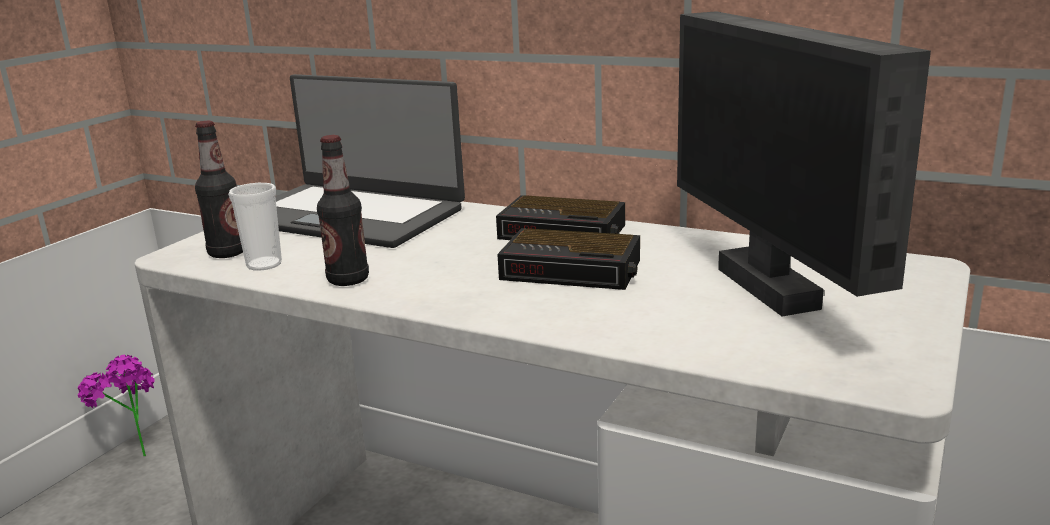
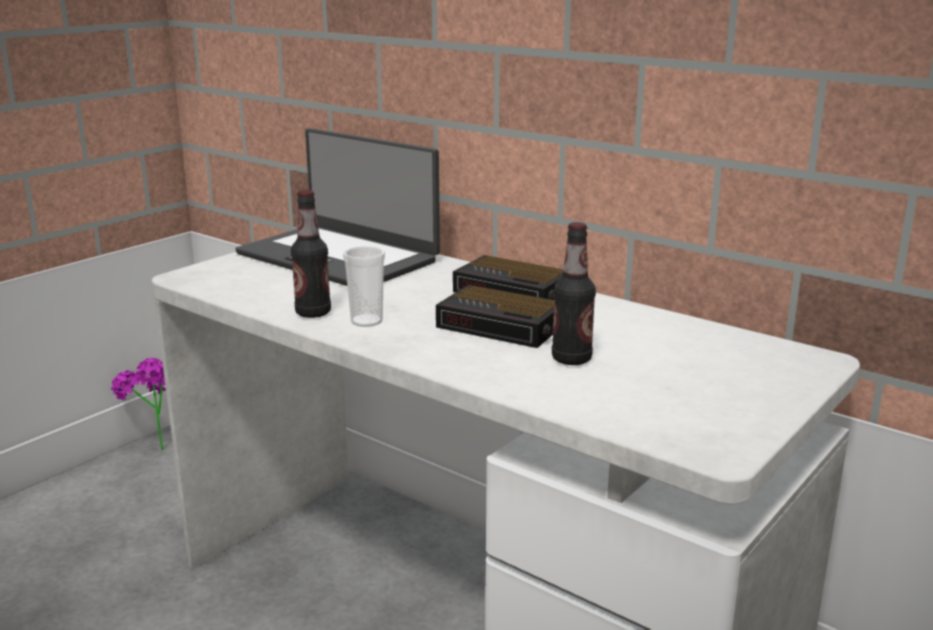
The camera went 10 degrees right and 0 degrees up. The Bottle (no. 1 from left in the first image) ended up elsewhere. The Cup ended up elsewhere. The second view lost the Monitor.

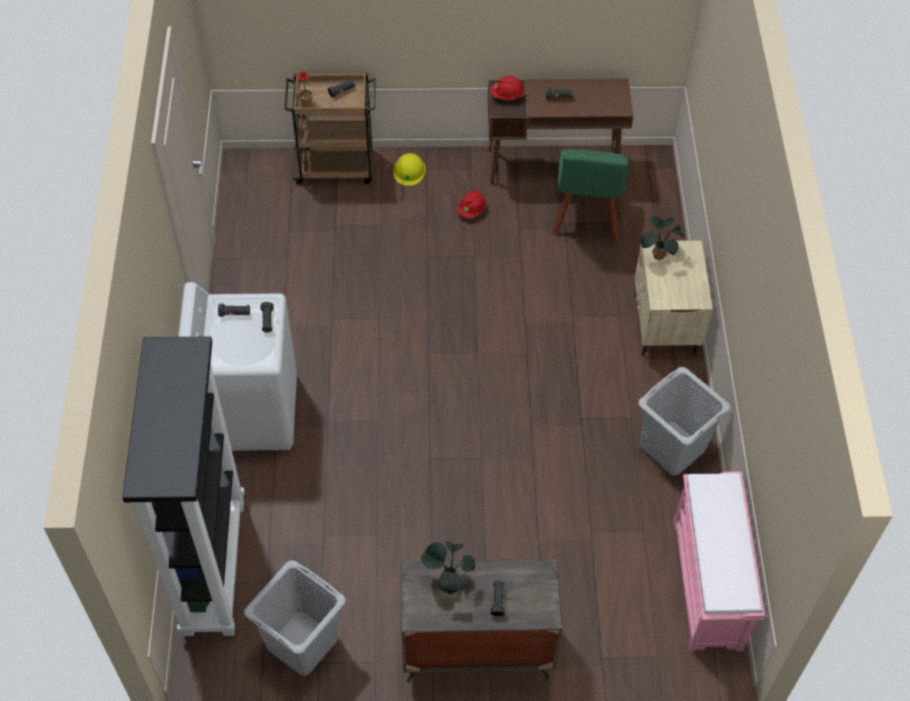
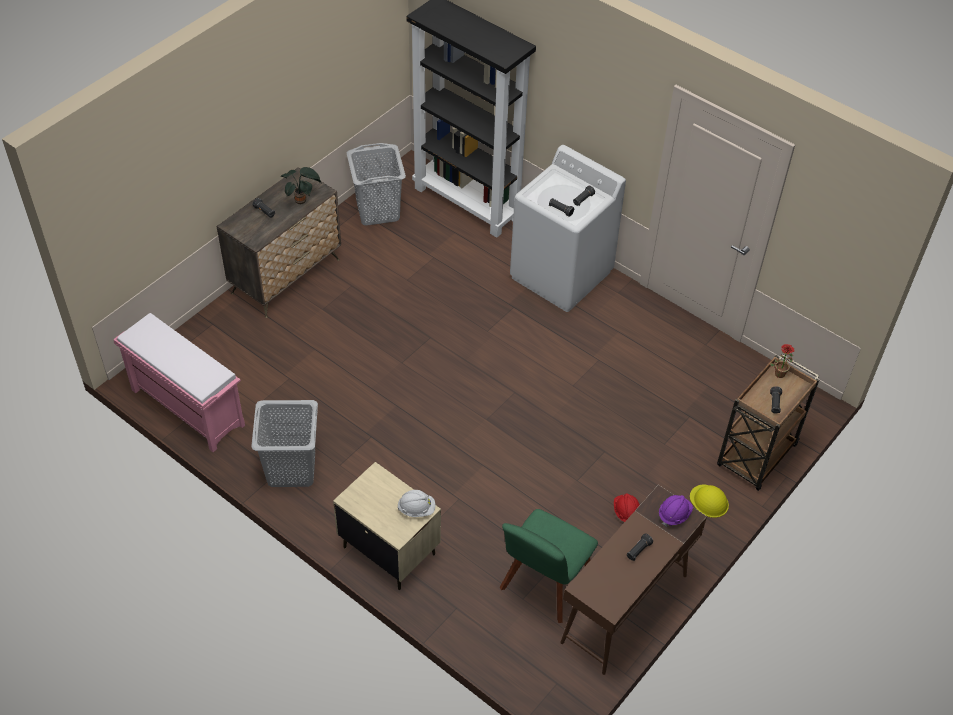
The camera went 130 degrees right and 5 degrees down. What was the RedHardHat (no. 2 from left) turned into the PurpleHardHat. The GreenChair ended up facing another way, 105 degrees counterclockwise from before. Where the PottedPlant (no. 3 from left) stood, the WhiteHardHat came to stand.

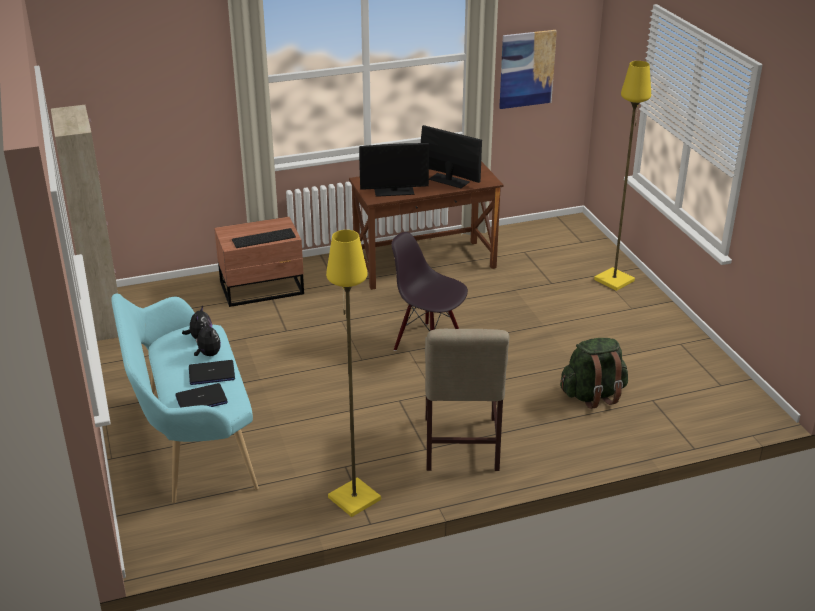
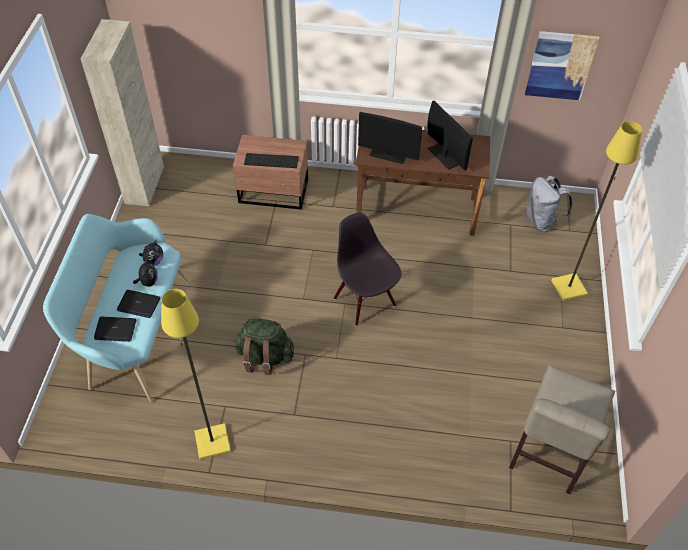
The camera went 25 degrees right and 20 degrees up. The BeigeChair ended up elsewhere. The GreenBackpack ended up elsewhere. The second view gained the GreyBackpack.

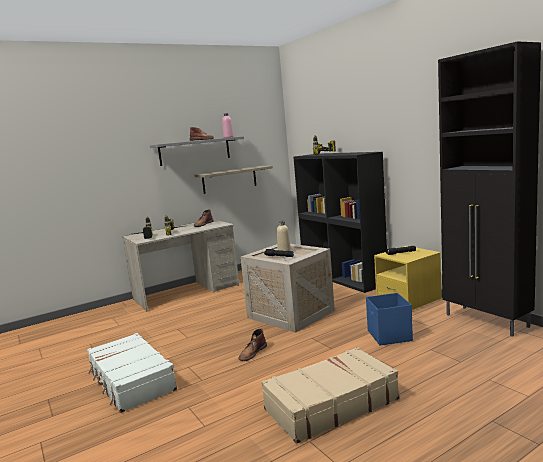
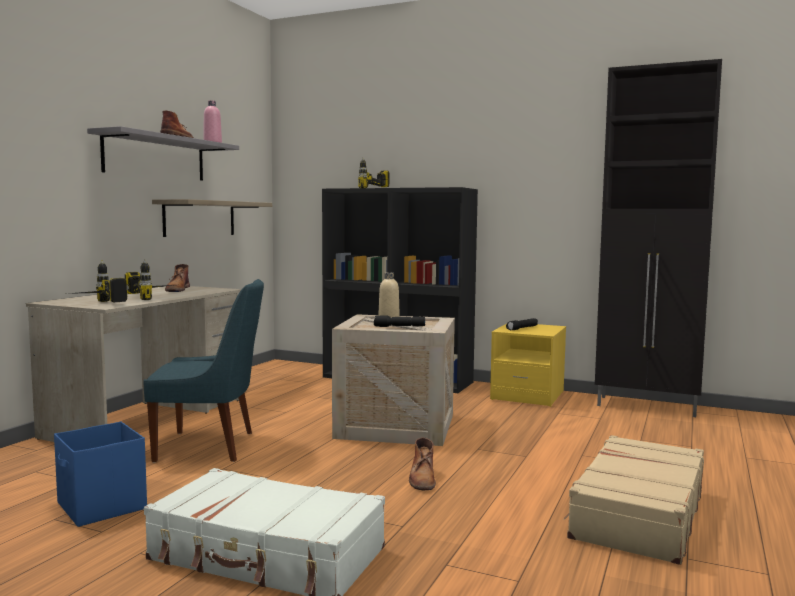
The camera went 35 degrees left and 5 degrees down. The BlueStorageBox ended up elsewhere. The second view gained the BlueChair.

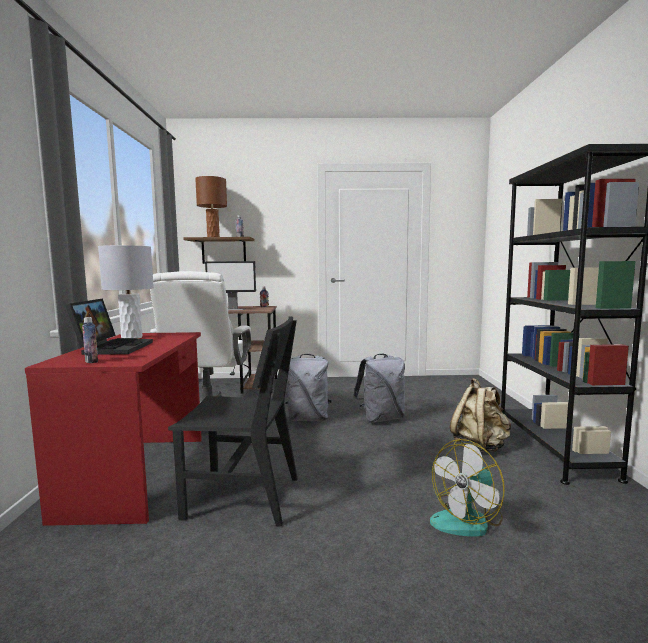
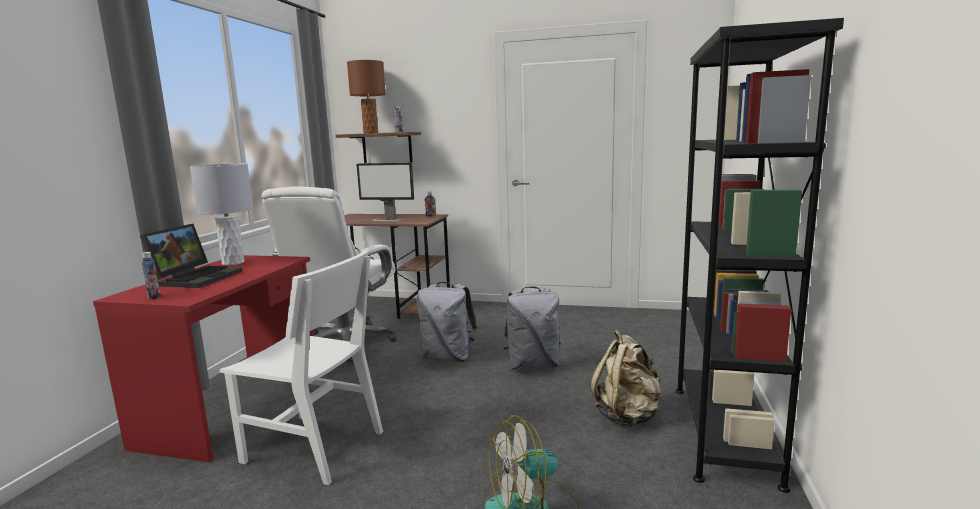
The camera went 15 degrees right and 5 degrees up. What was the BlackChair turned into the WhiteChair.

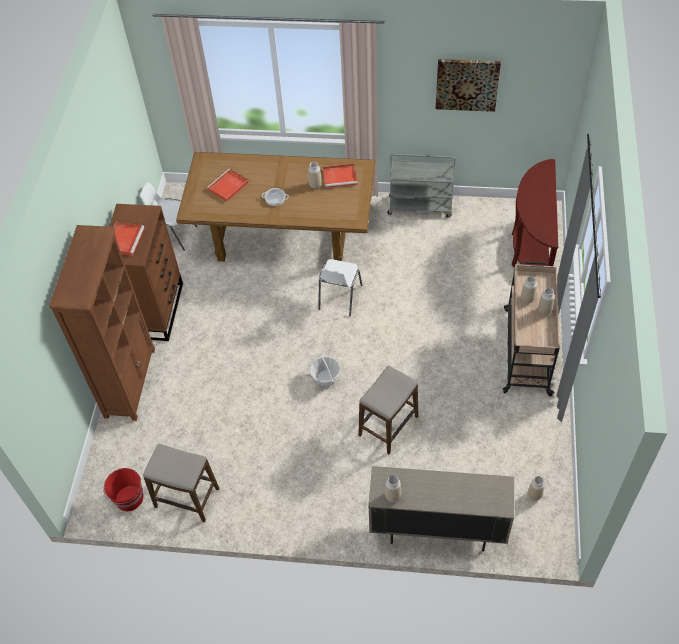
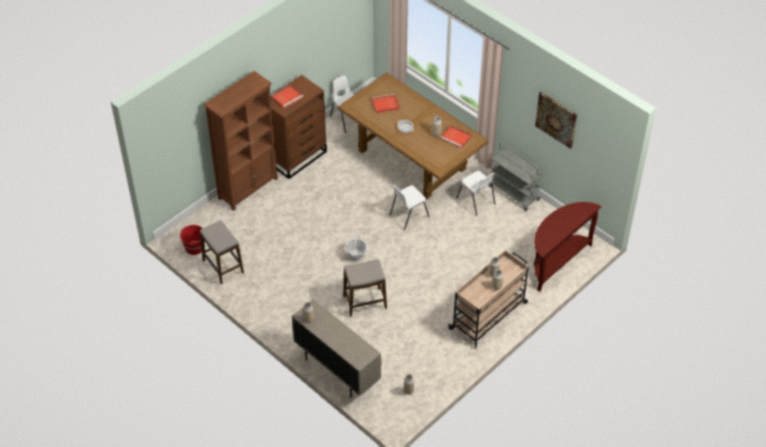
The camera went 35 degrees right and 5 degrees down. The second view gained the WhiteChair (no. 3 from left).

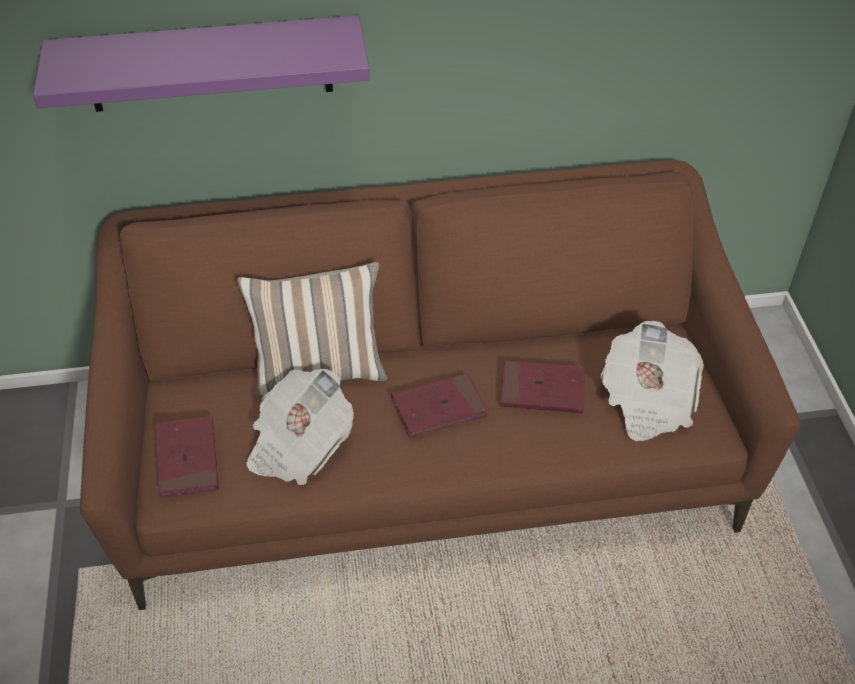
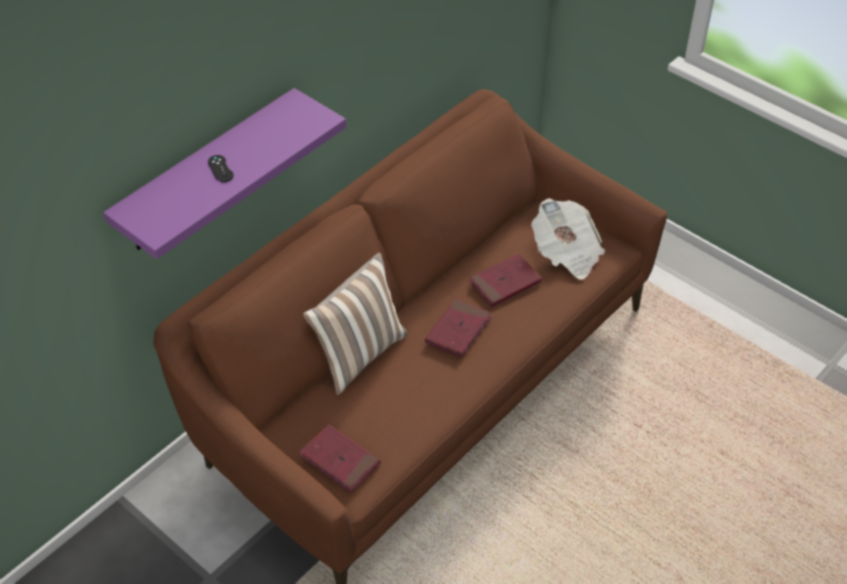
The camera went 40 degrees left and 0 degrees up. The second view lost the Newspaper (no. 1 from left). The second view gained the BlackGameController.

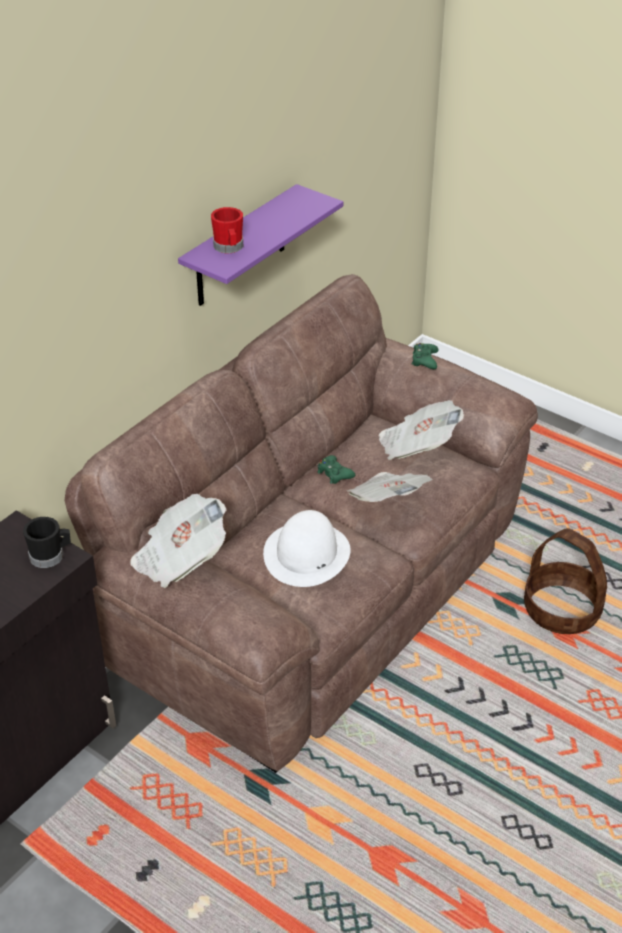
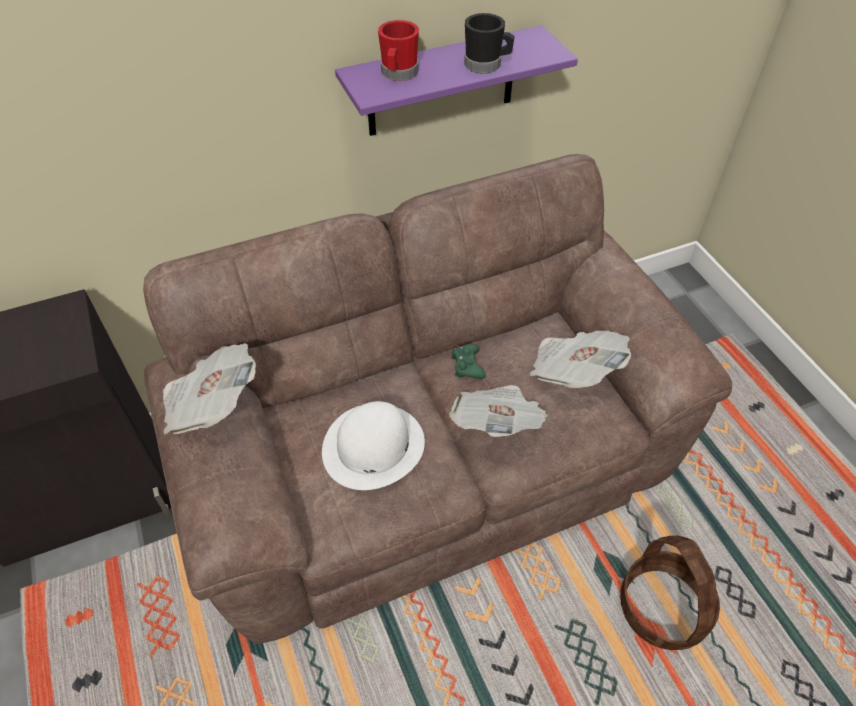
The camera went 30 degrees right and 10 degrees up. The BlackMug ended up elsewhere. The second view lost the GreenGameController (no. 2 from left).

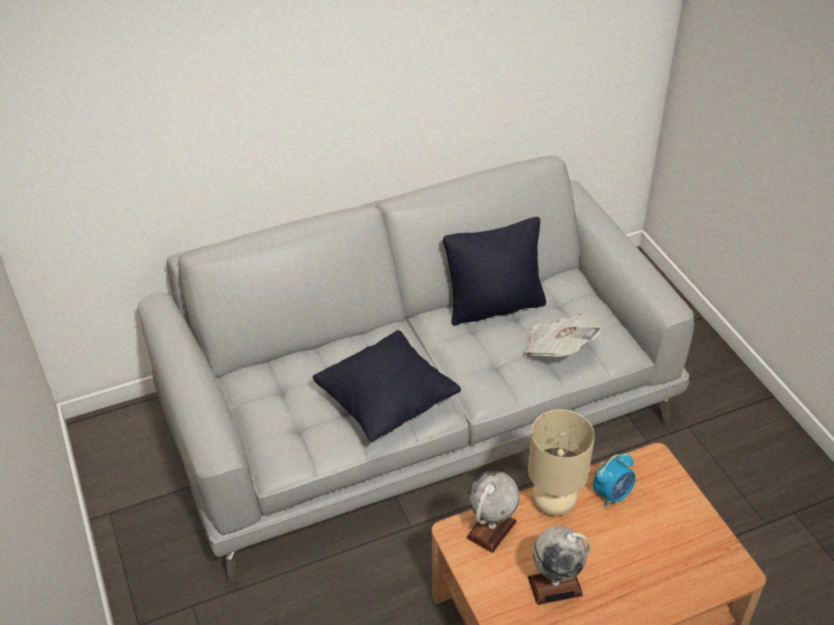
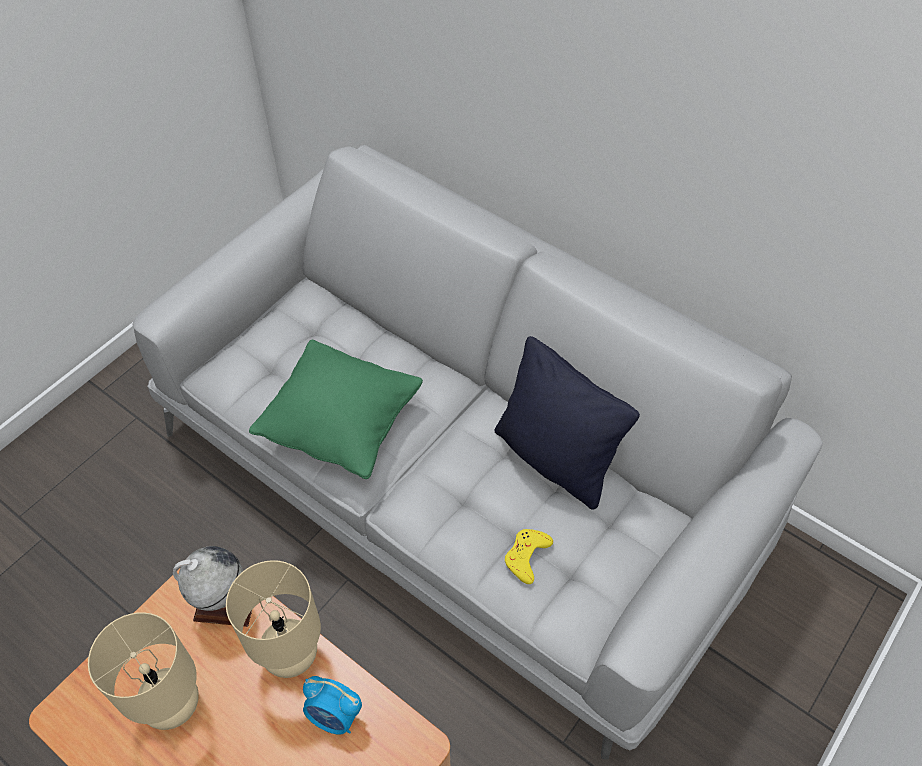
The camera went 60 degrees right and 10 degrees up. What was the BlackPillow (no. 1 from left) turned into the GreenPillow. Where the Newspaper stood, the YellowGameController came to stand. Where the Globe (no. 2 from left) stood, the BeigeTableLamp (no. 1 from left) came to stand.

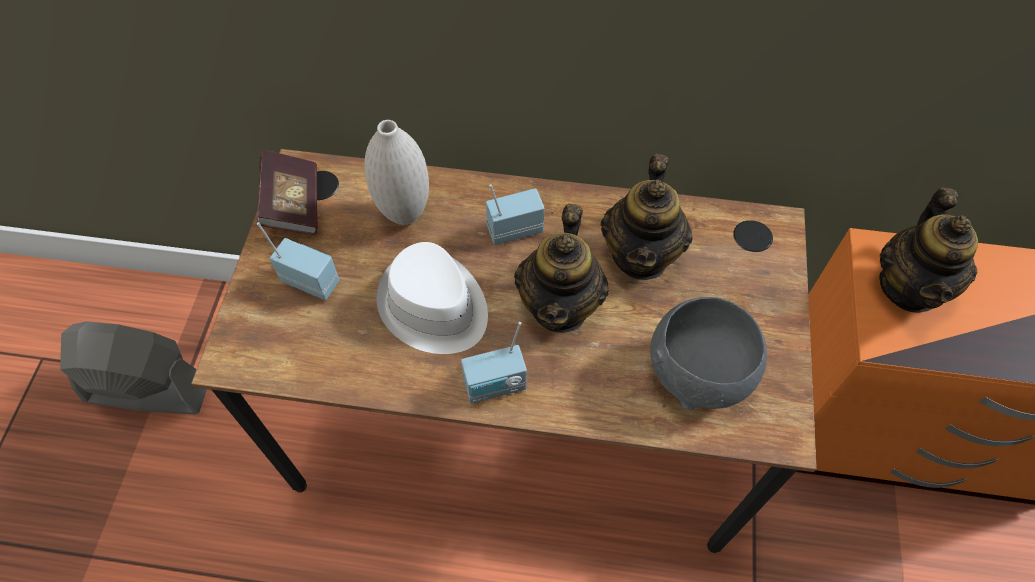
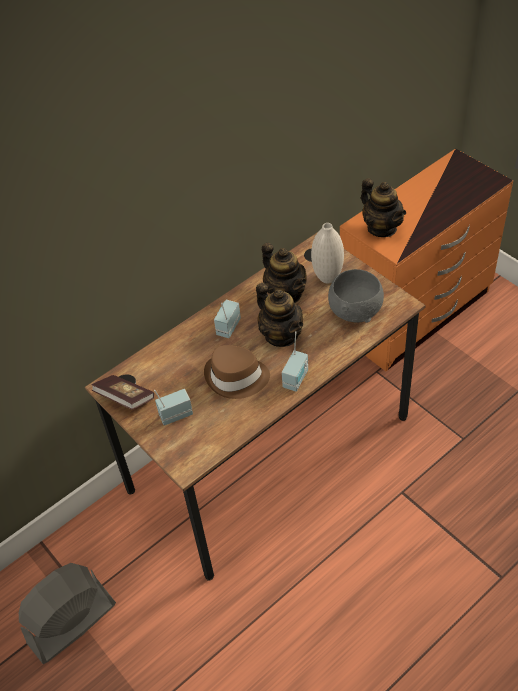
The camera went 45 degrees left and 10 degrees down. The WhiteVase ended up elsewhere. What was the WhiteHat turned into the BrownHat.

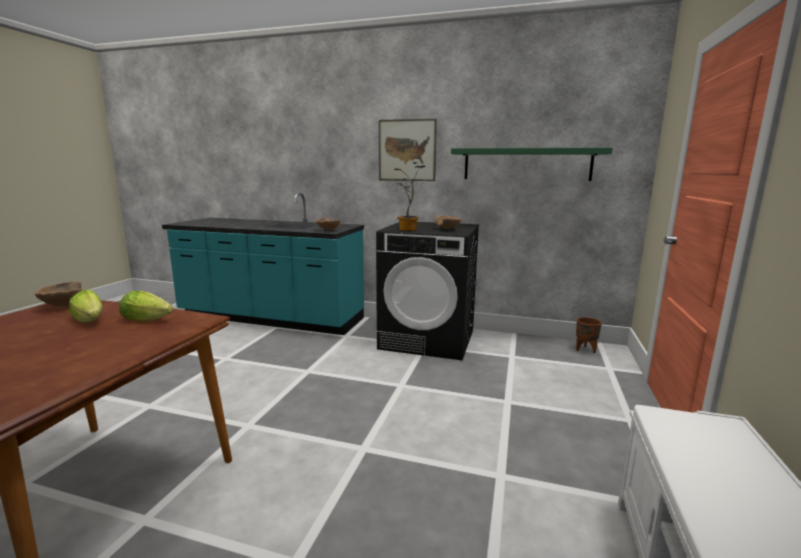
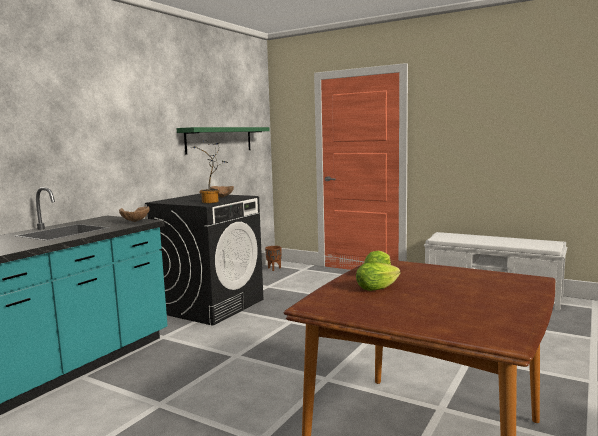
The camera went 75 degrees left and 5 degrees down. The second view lost the BrownBowl (no. 1 from left). The second view lost the Picture.

